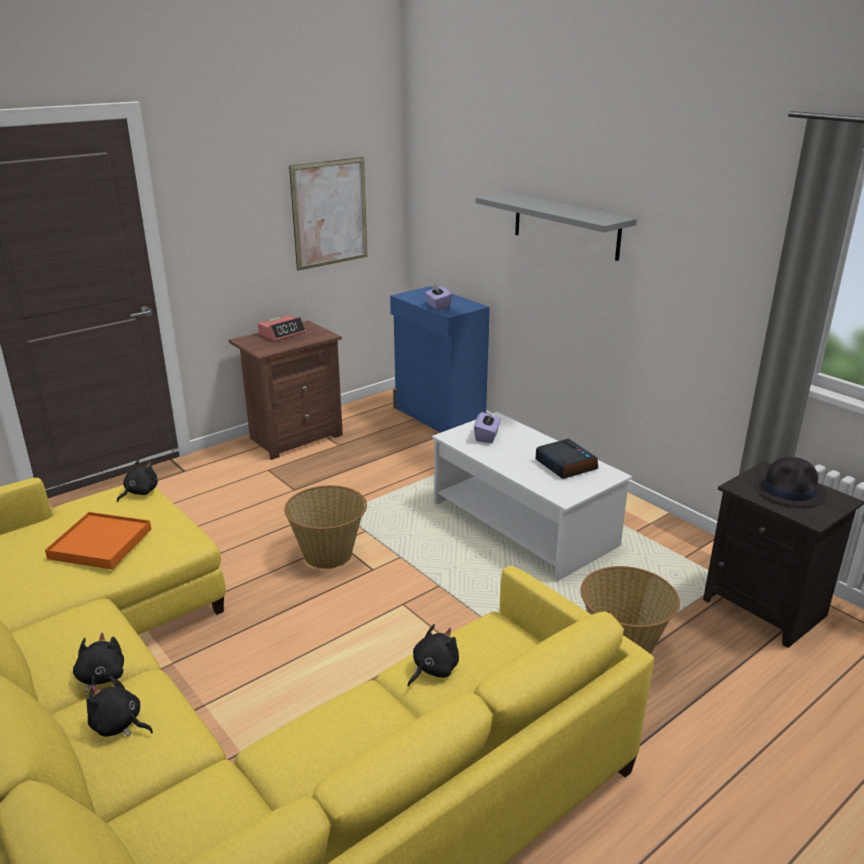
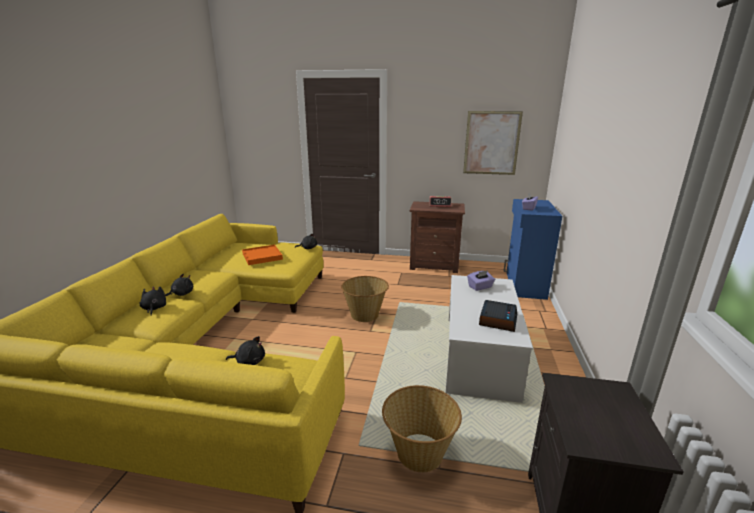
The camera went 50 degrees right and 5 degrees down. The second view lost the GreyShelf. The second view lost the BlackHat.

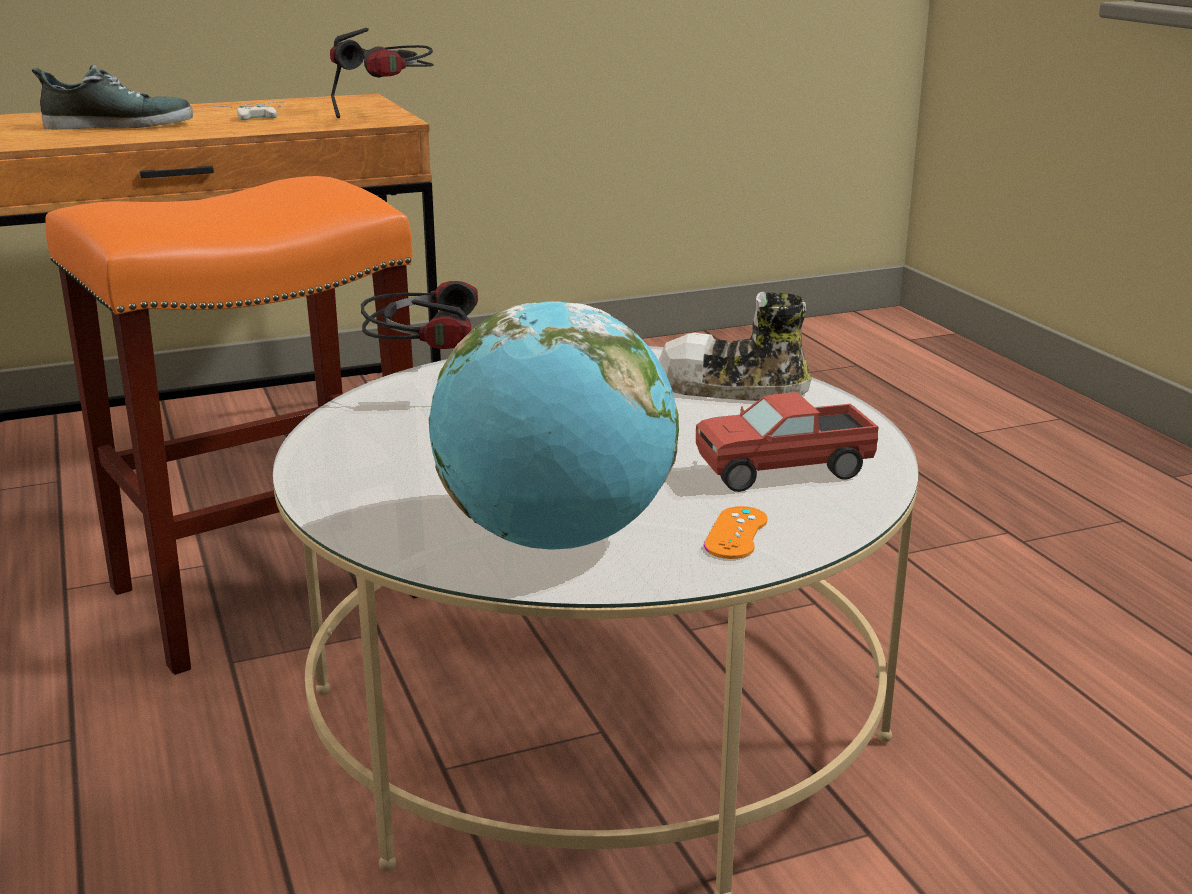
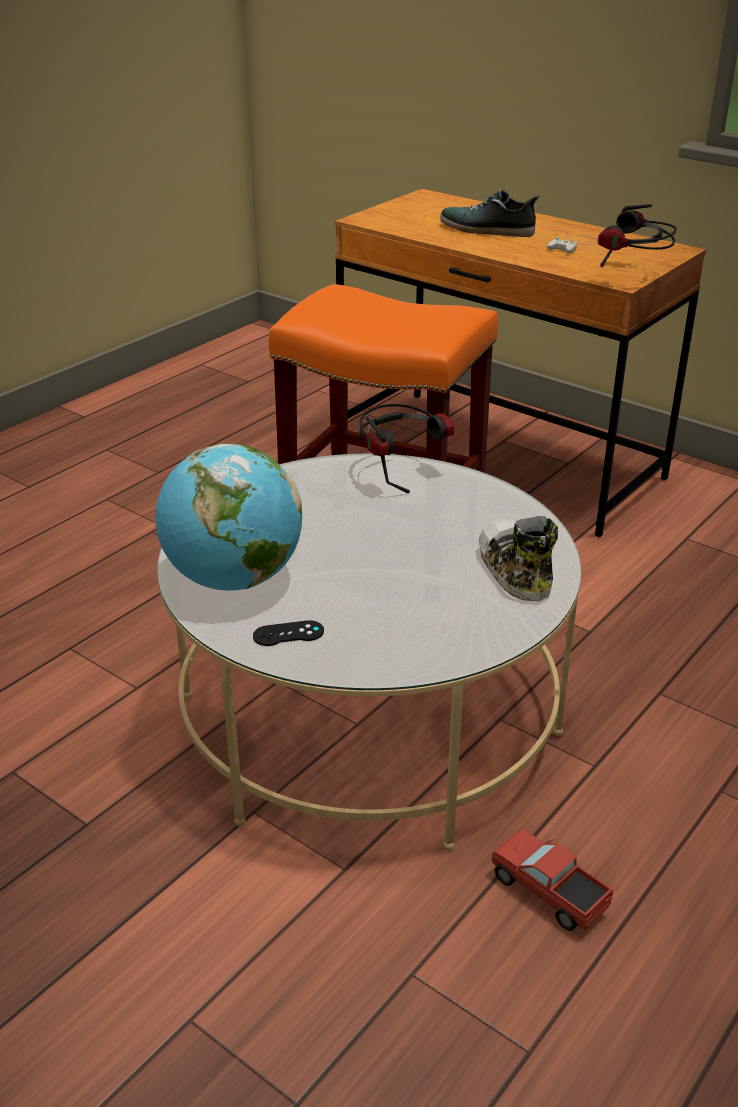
The camera went 60 degrees right and 10 degrees up. The Shoe (no. 1 from left) ended up facing another way, 150 degrees clockwise from before. The ToyTruck ended up elsewhere. What was the OrangeGameController turned into the BlackGameController.

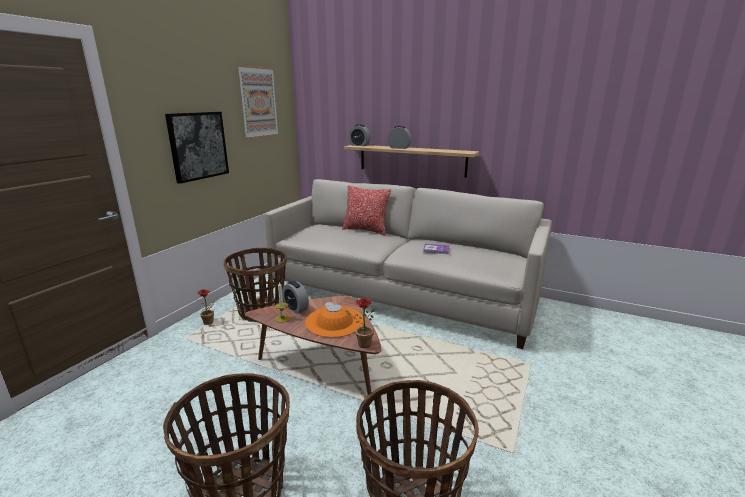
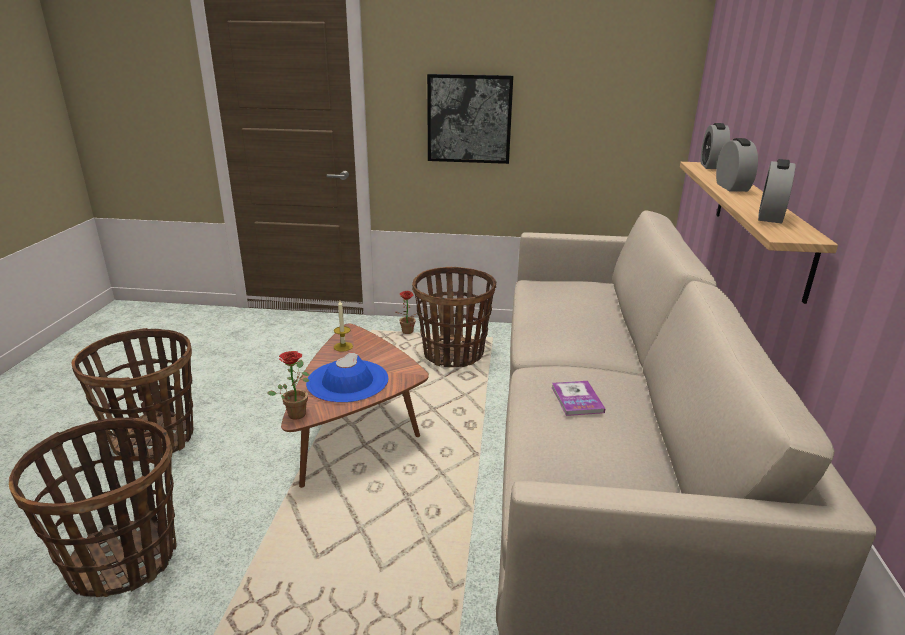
The camera went 70 degrees right and 5 degrees up. The second view lost the Picture (no. 2 from left). The AlarmClock (no. 1 from left in the first image) ended up elsewhere. What was the OrangeHat turned into the BlueHat. The second view lost the Pillow.

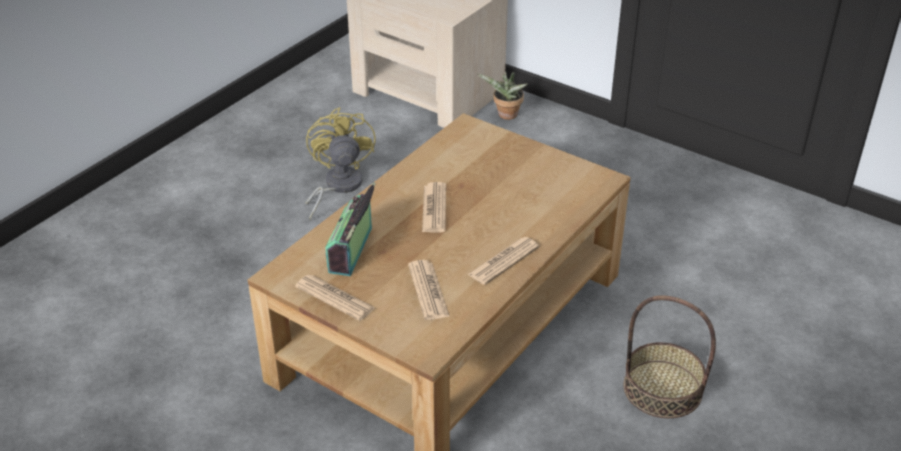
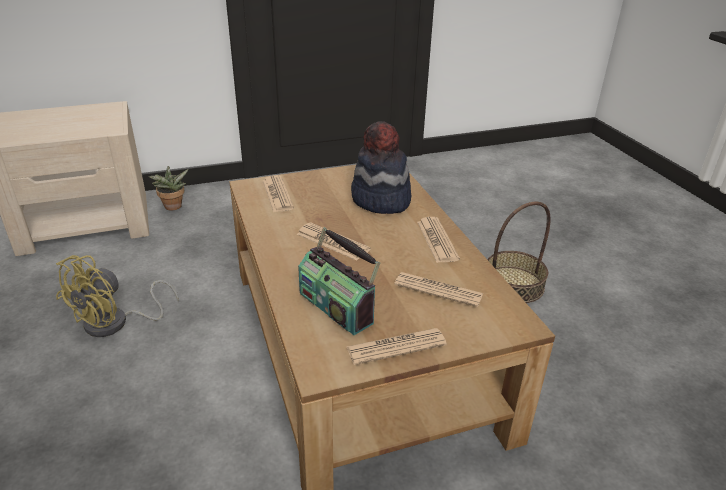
The camera went 55 degrees left and 5 degrees down. The YellowFan ended up facing another way, 90 degrees counterclockwise from before. The second view gained the Newspaper (no. 1 from left). The second view gained the Hat.

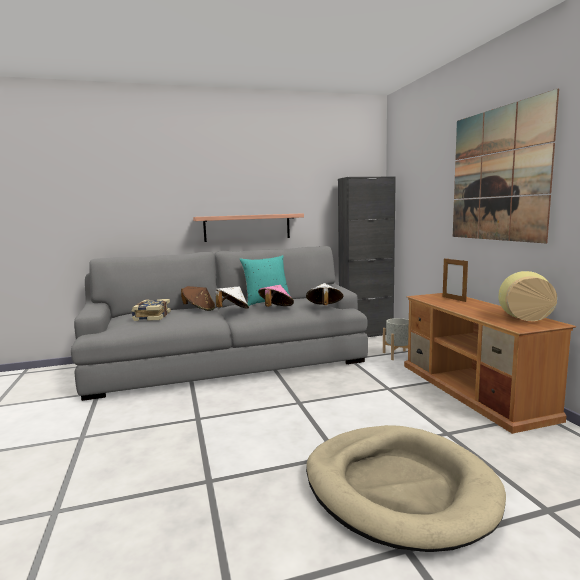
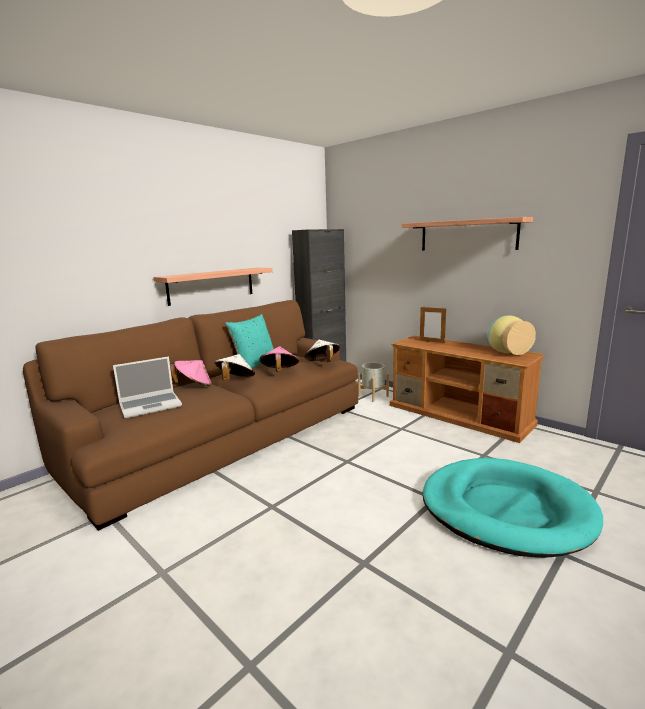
The camera went 30 degrees left and 5 degrees up. What was the GreySofa turned into the BrownSofa. Where the Book stood, the Laptop came to stand. What was the BrownHat turned into the PinkHat (no. 1 from left). What was the BeigeDogBed turned into the TurquoiseDogBed. Where the Picture hung, the Shelf (no. 2 from left) came to hang.

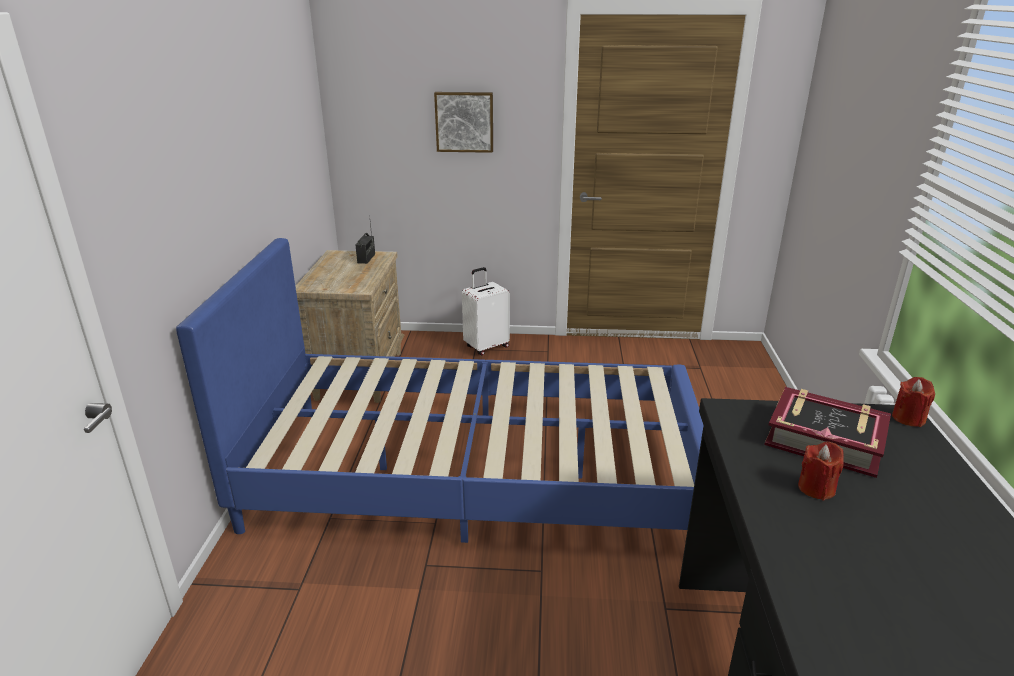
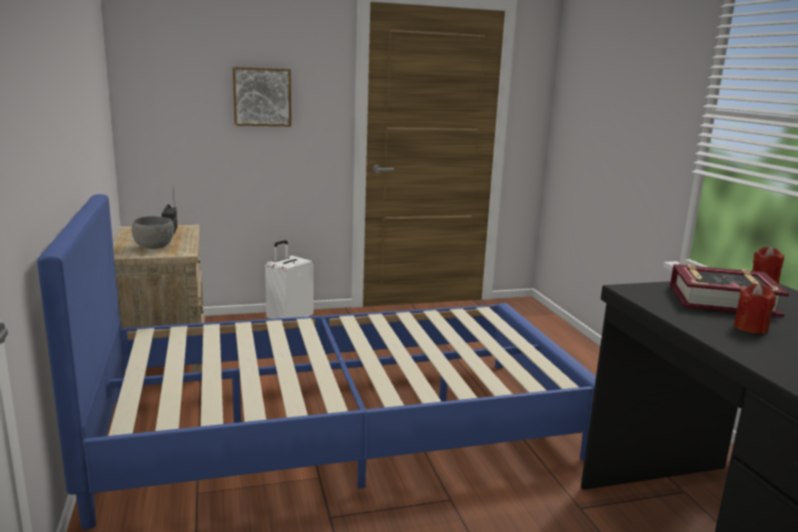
The camera went 20 degrees left and 10 degrees down. The second view gained the GreyBowl.

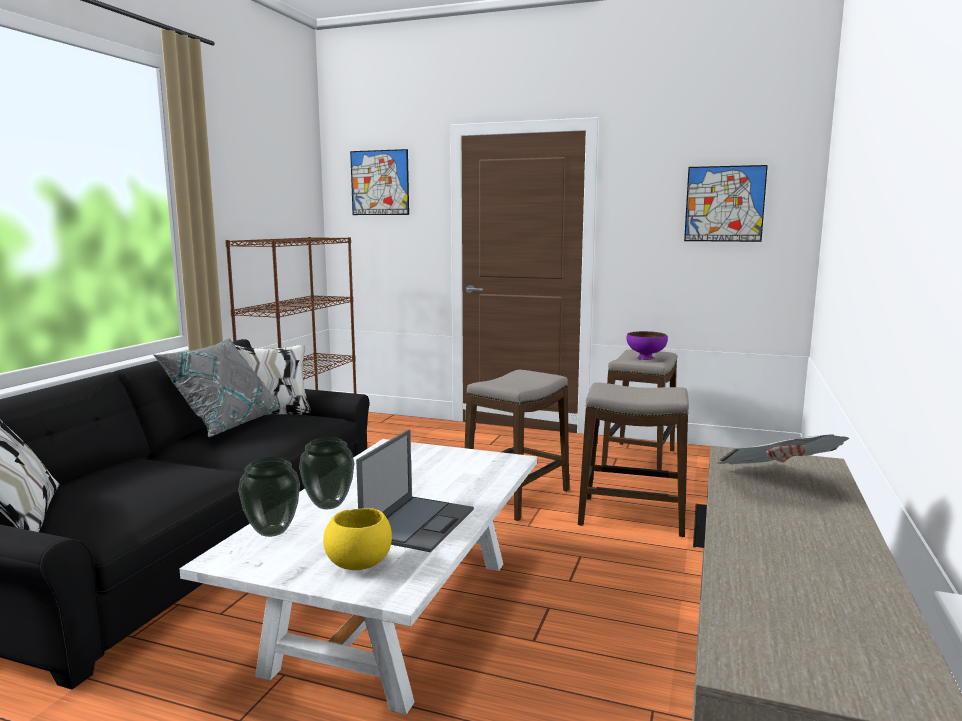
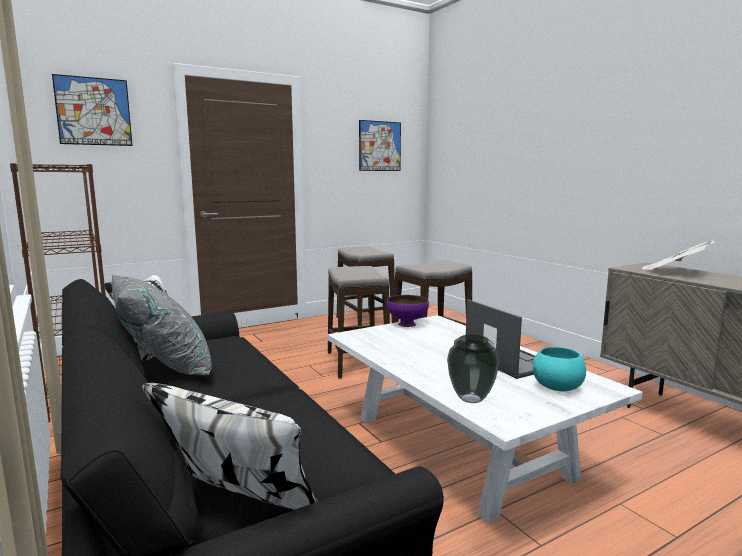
The camera went 50 degrees left and 0 degrees up. The second view lost the Vase (no. 2 from left). What was the YellowBowl turned into the TurquoiseBowl. The PurpleBowl ended up elsewhere.

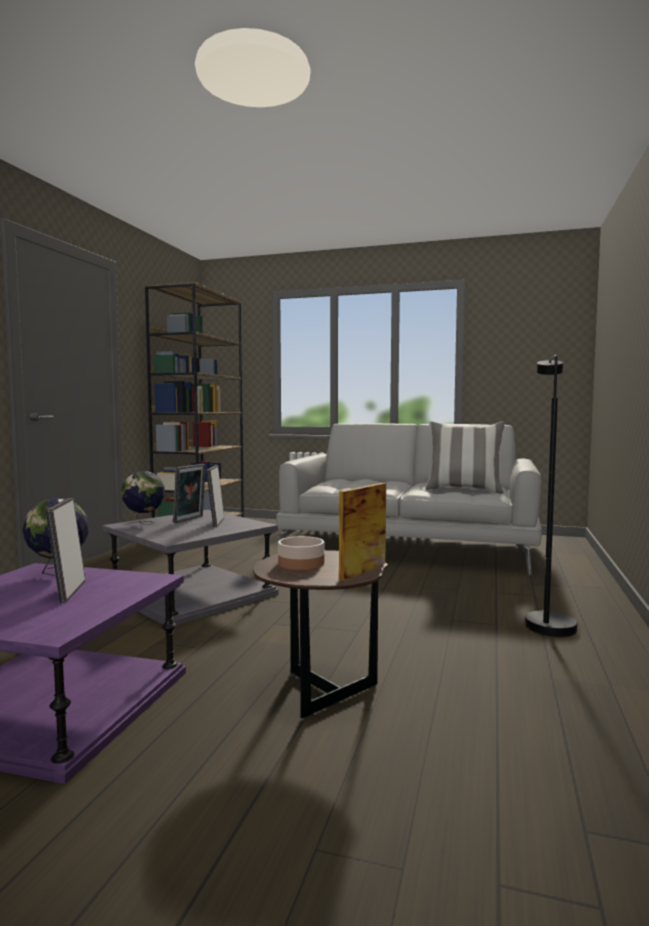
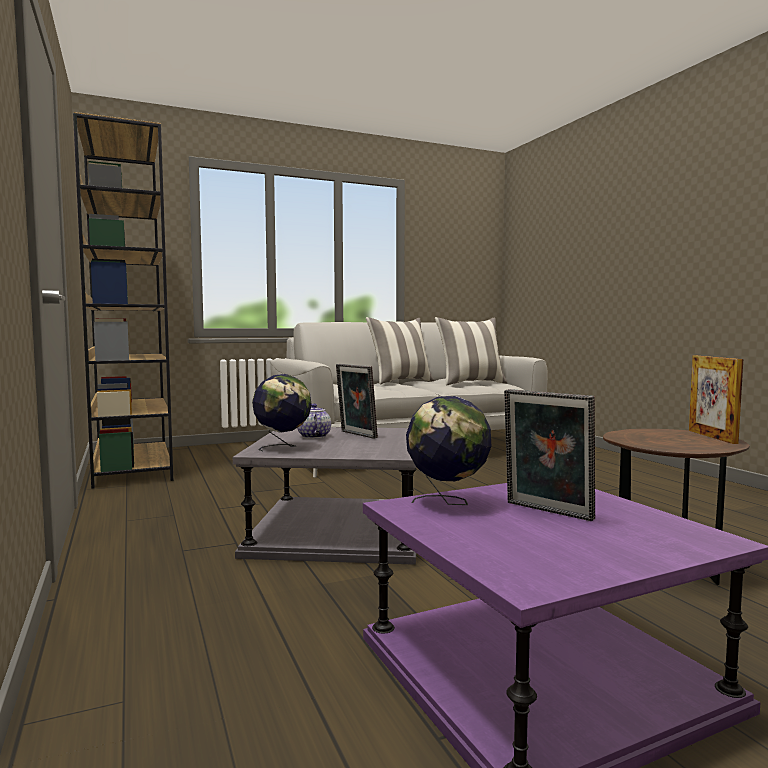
The camera went 40 degrees left and 0 degrees up. Where the PictureFrame (no. 2 from left) stood, the Teapot came to stand. The second view lost the Bowl. The second view lost the BlackFloorLamp. The second view gained the Pillow (no. 1 from left).

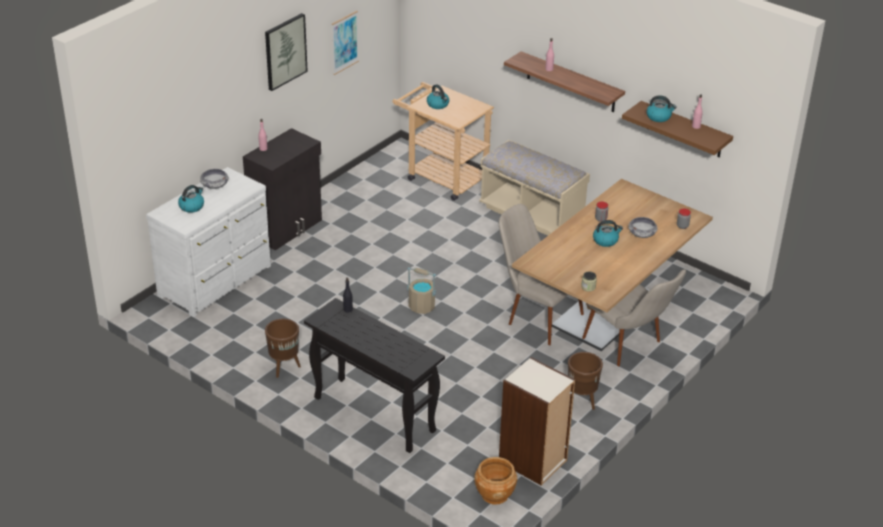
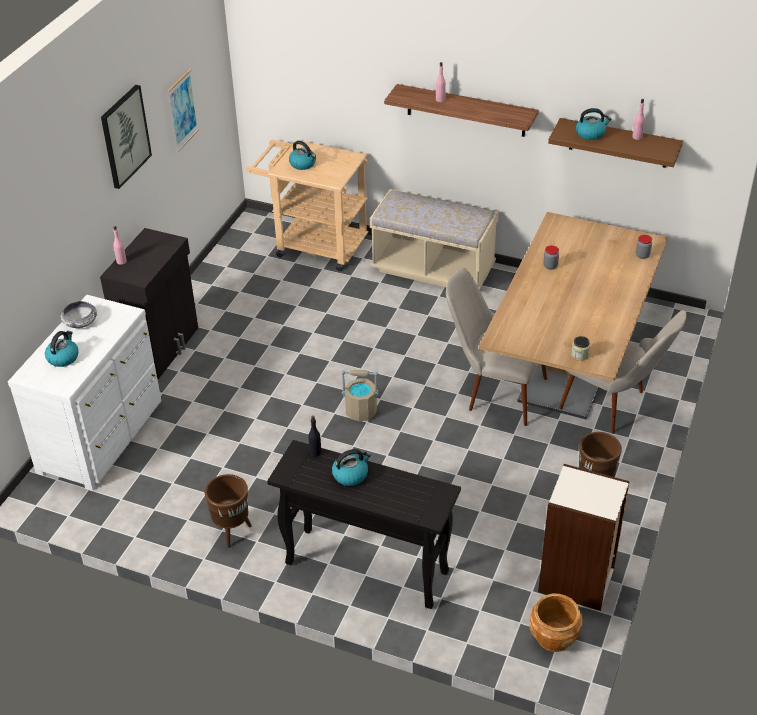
The camera went 15 degrees left and 5 degrees up. The Kettle (no. 3 from left) ended up elsewhere. The second view lost the Bowl (no. 2 from left).

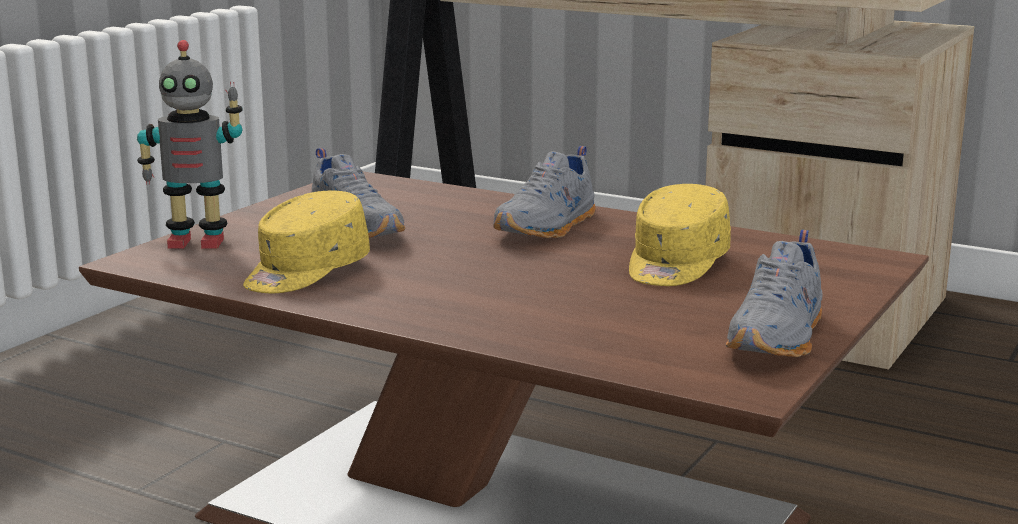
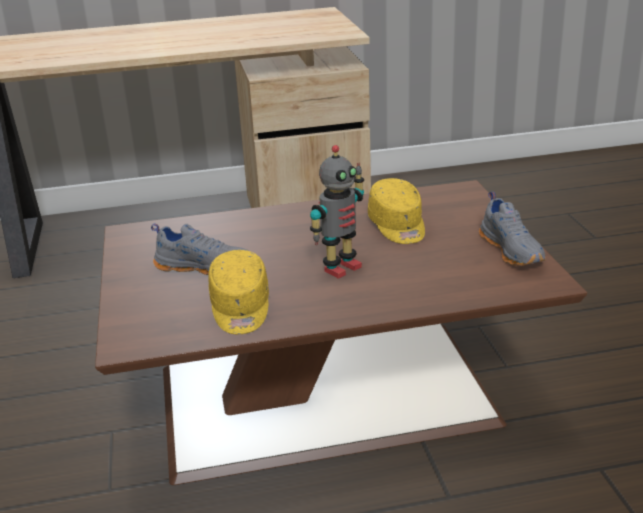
The camera went 40 degrees left and 10 degrees up. The ToyRobot ended up elsewhere. The second view lost the GreyShoe (no. 2 from left).

